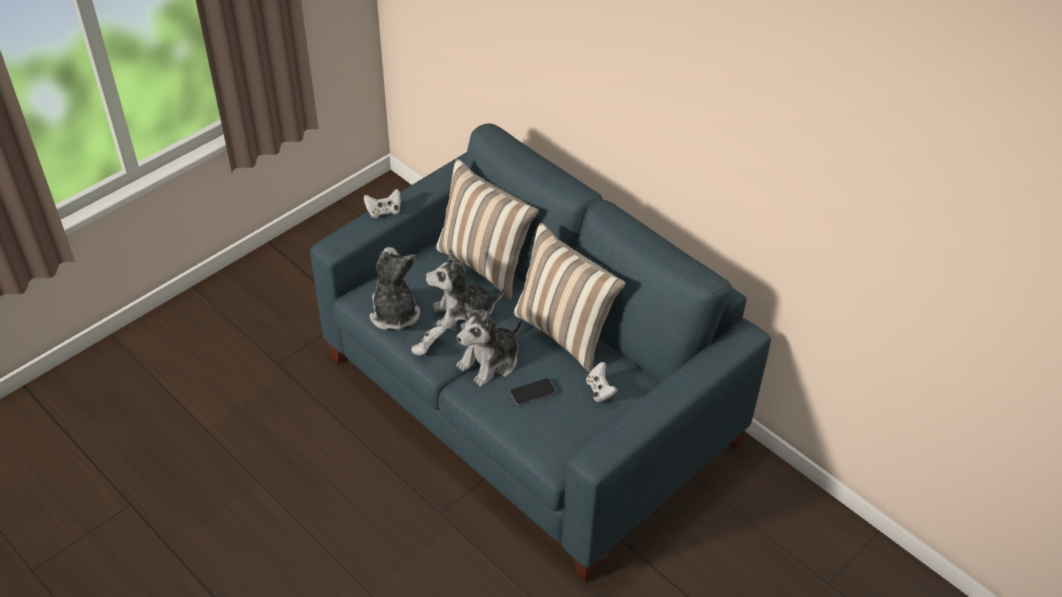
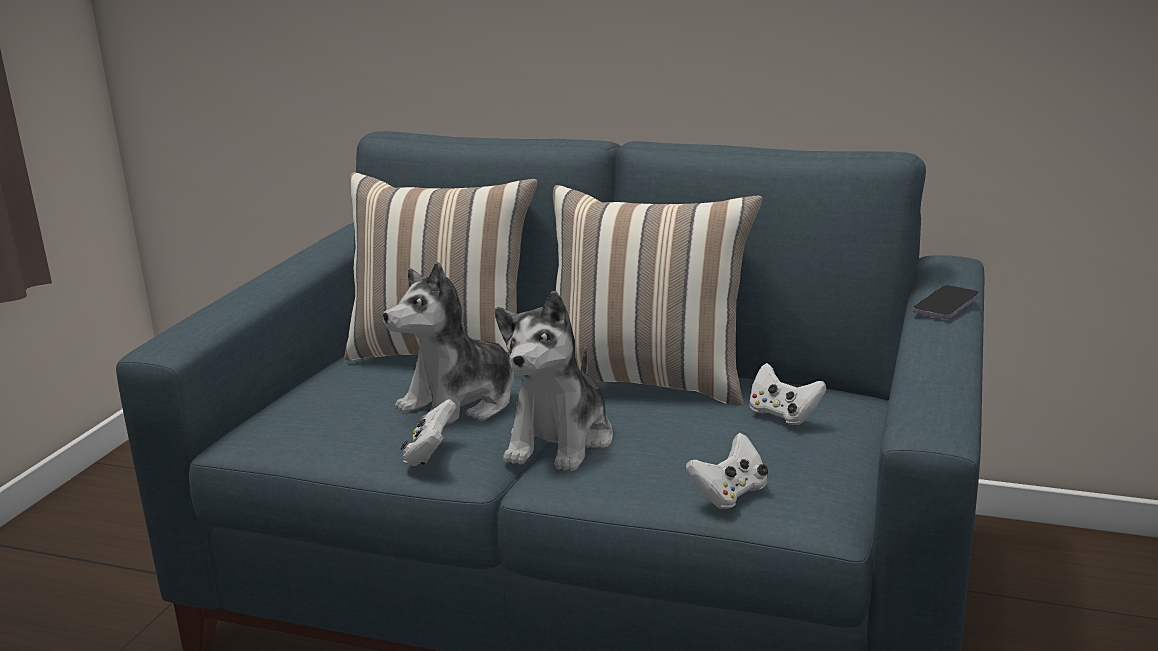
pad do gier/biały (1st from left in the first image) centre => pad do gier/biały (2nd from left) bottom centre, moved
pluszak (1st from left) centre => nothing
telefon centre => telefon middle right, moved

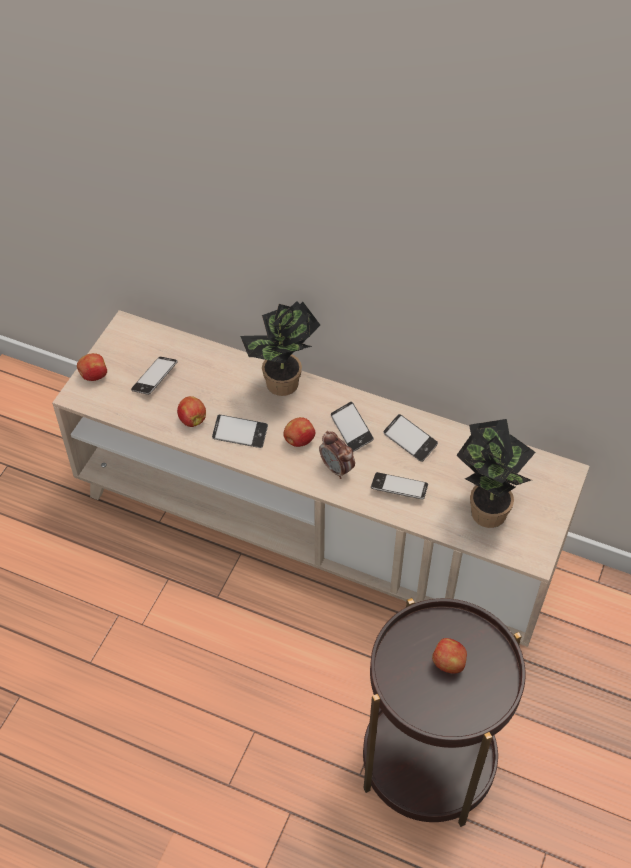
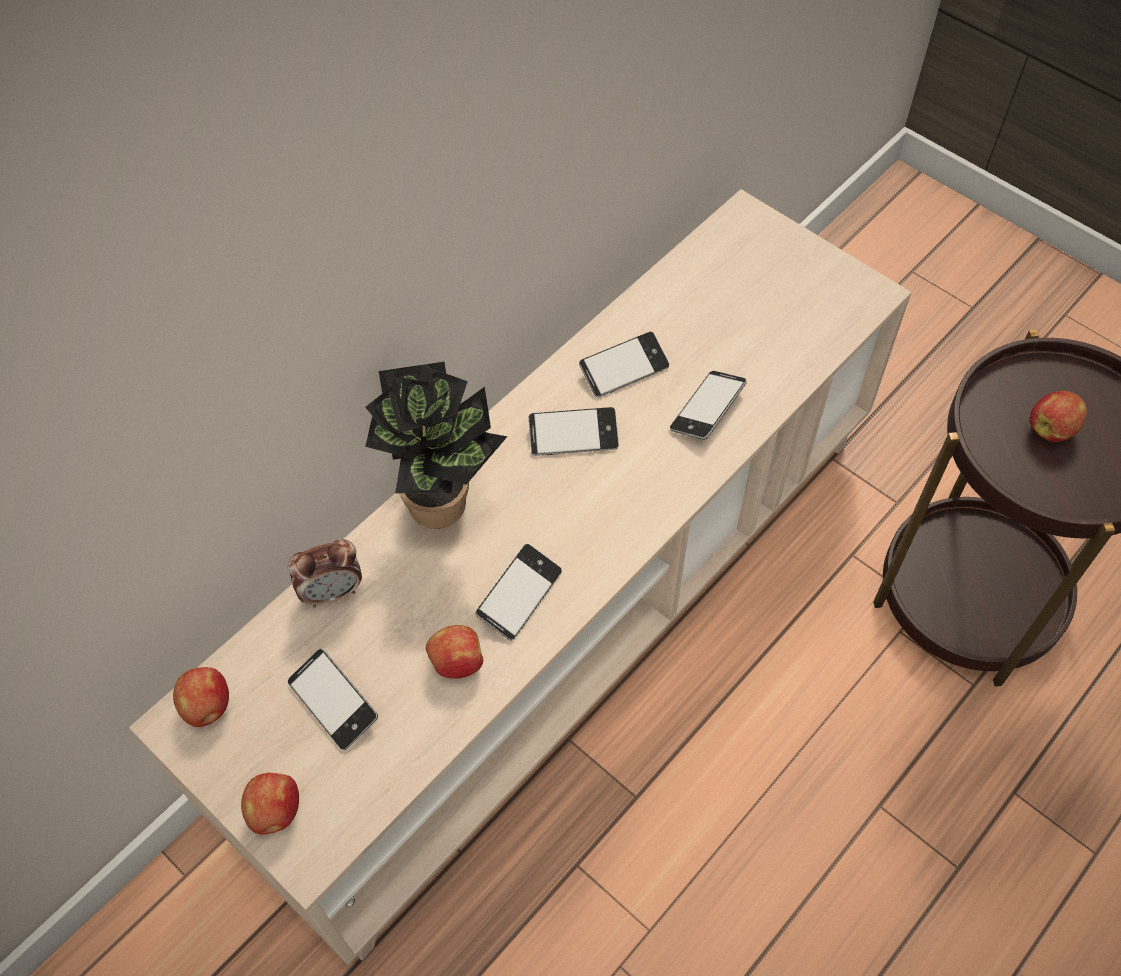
jabłko (3rd from left in the first image) centre => jabłko (1st from left) bottom left, moved
roślina doniczkowa (2nd from left) middle right => nothing
budzik centre => budzik middle left, moved

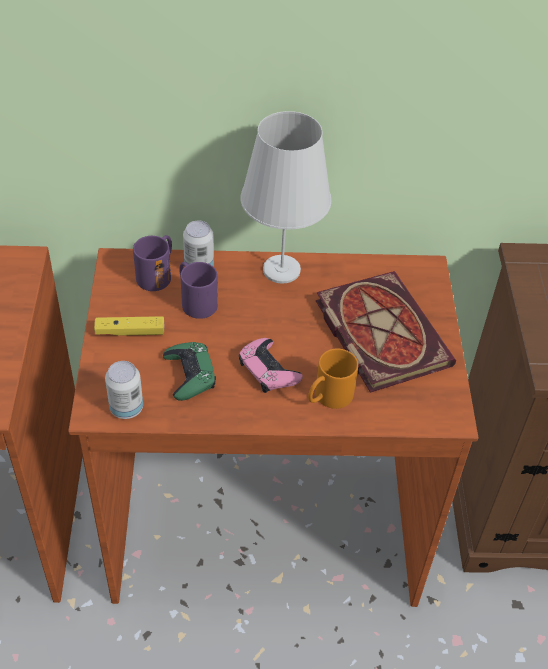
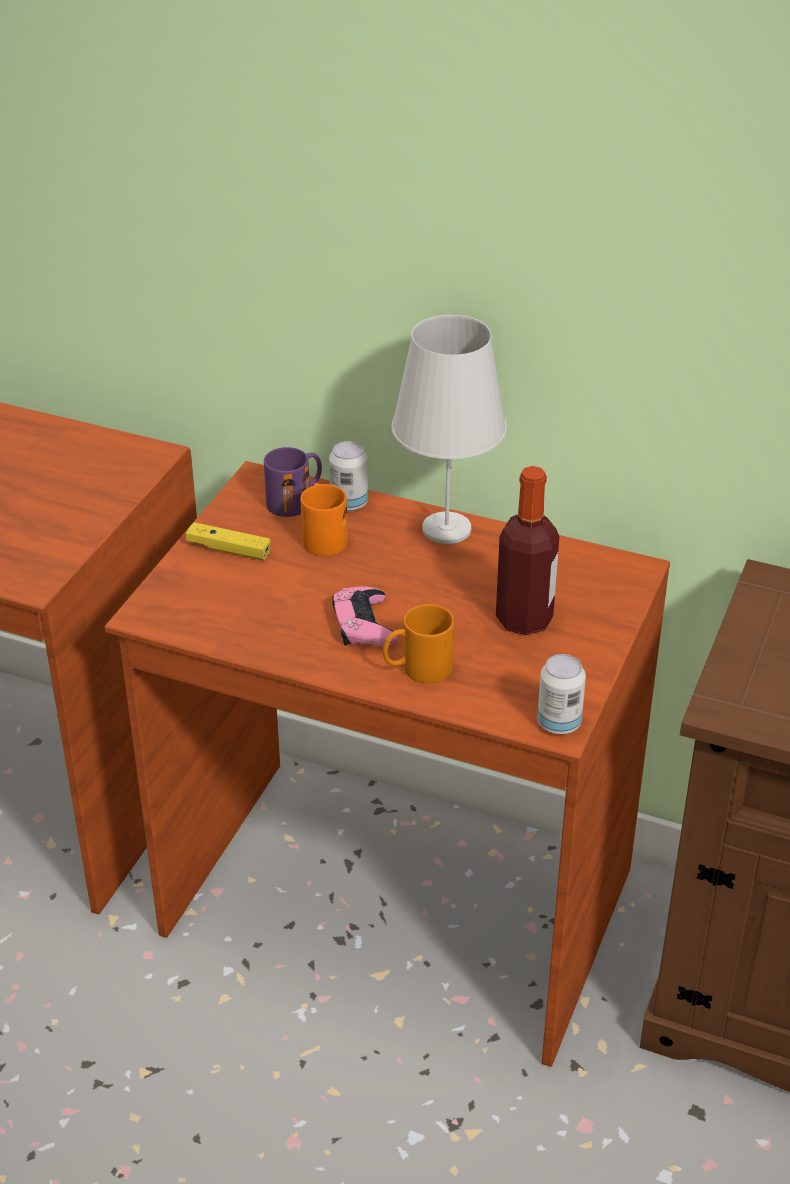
kubek/fioletowy (2nd from left) centre => kubek/pomarańczowy (1st from left) centre
książka middle right => butelka middle right
pad do gier/zielony centre => nothing
puszka (1st from left in the first image) middle left => puszka (2nd from left) middle right, moved

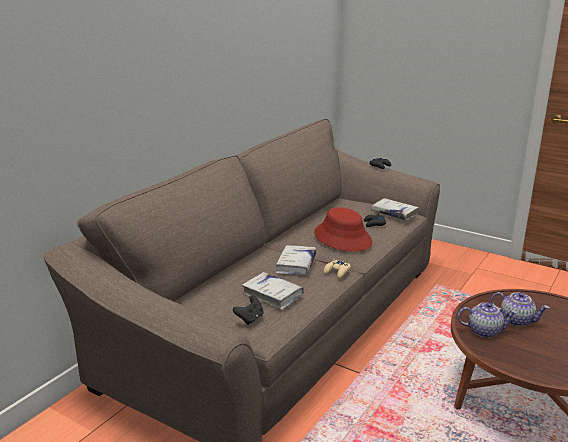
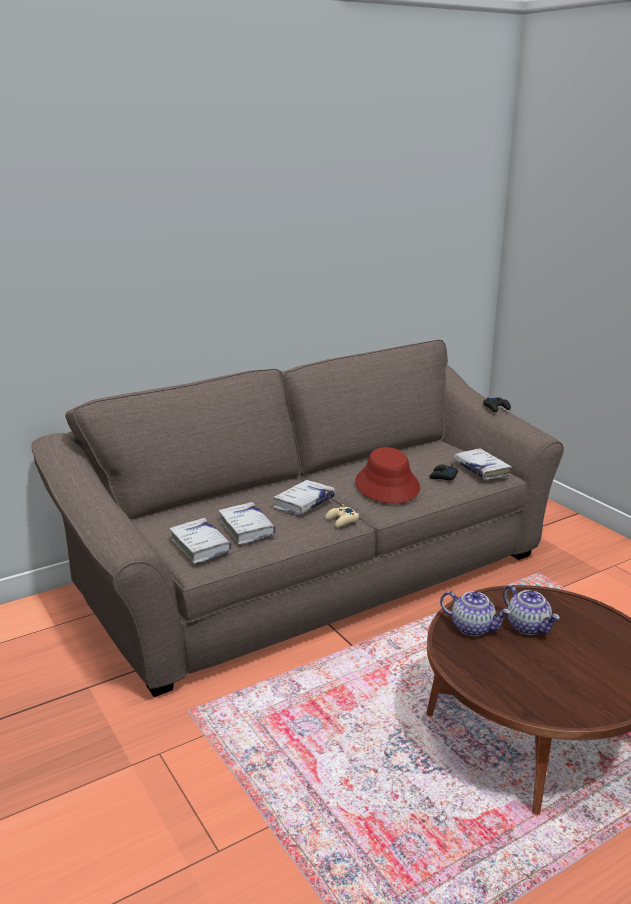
pad do gier/czarny (1st from left) bottom centre => książka/biały (1st from left) middle left

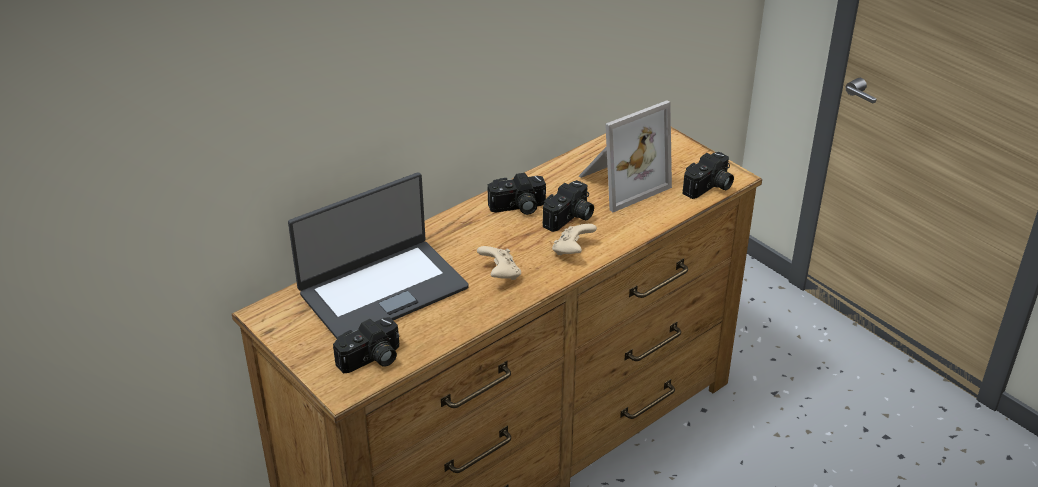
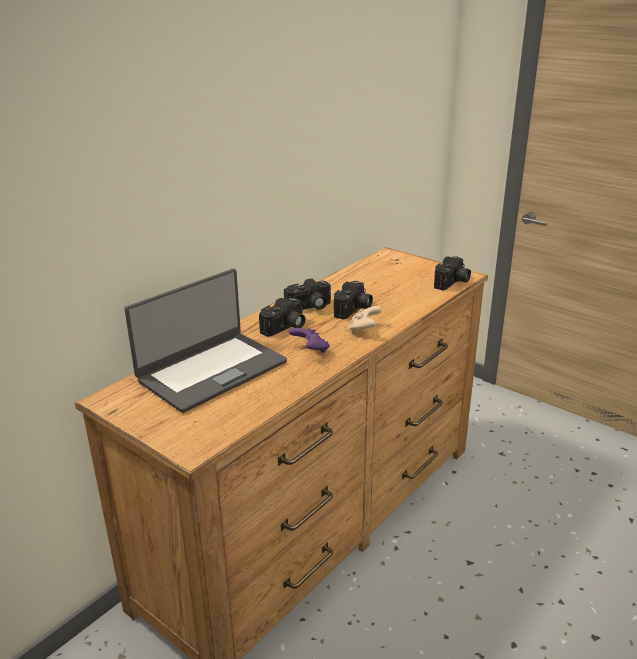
ramka na zdjęcie top centre => nothing
pad do gier/beżowy (1st from left) centre => pad do gier/fioletowy centre
aparat fotograficzny (1st from left) bottom centre => aparat fotograficzny (1st from left) centre, moved

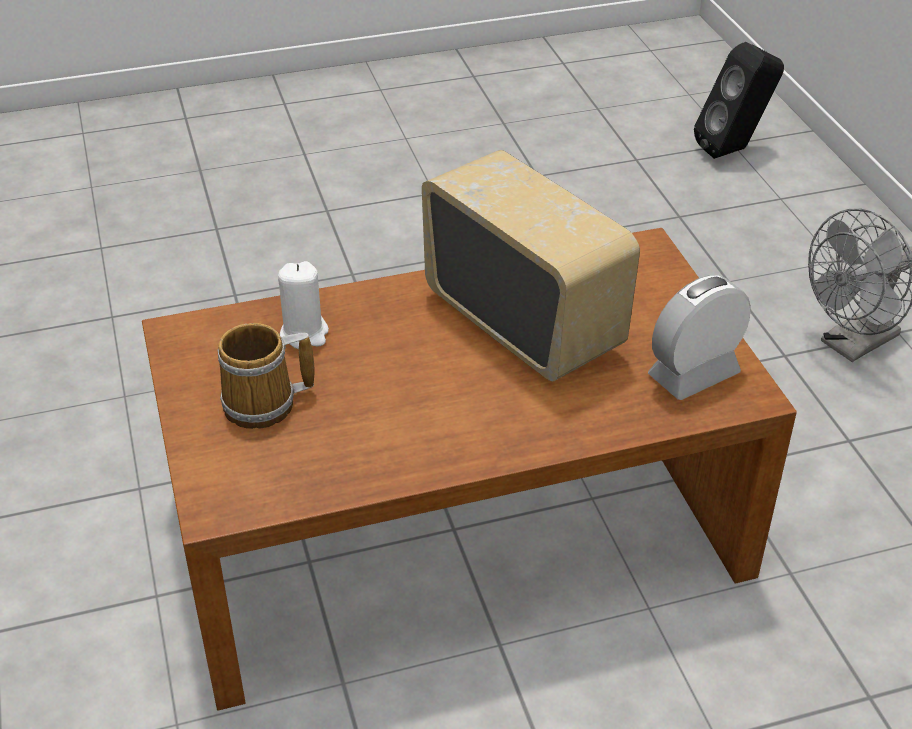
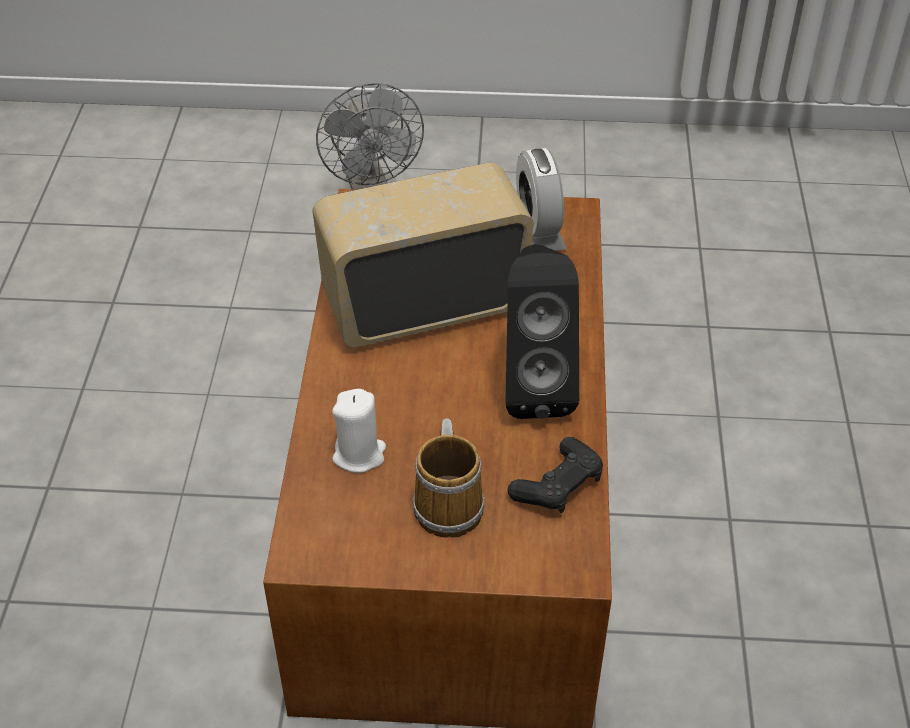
głośnik/czarny top right => głośnik/czarny centre, moved
nothing => pad do gier/czarny centre

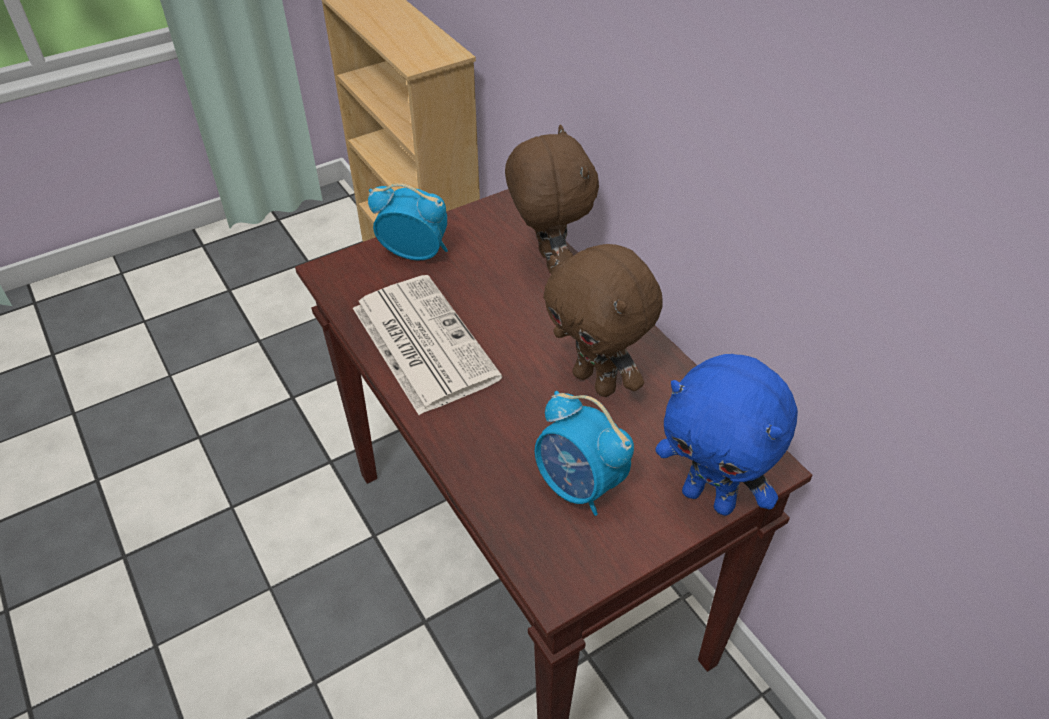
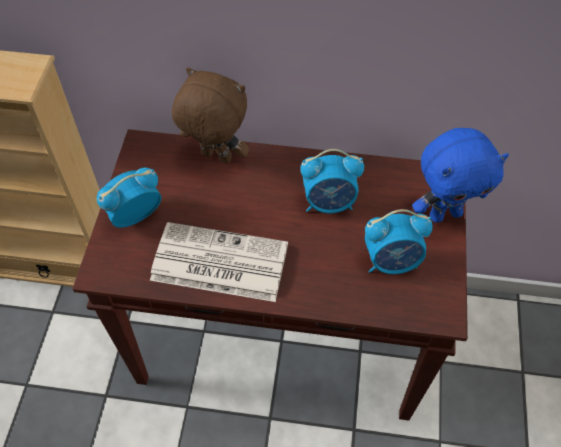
pluszak/brązowy (2nd from left) centre => budzik (2nd from left) centre

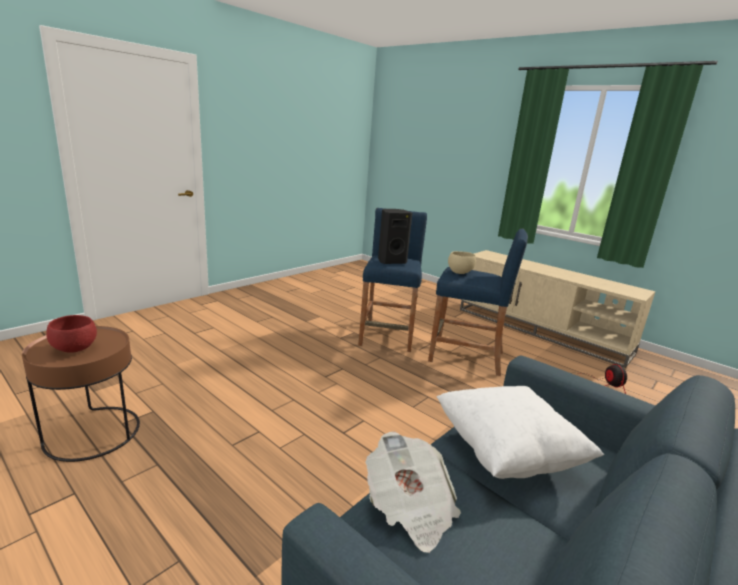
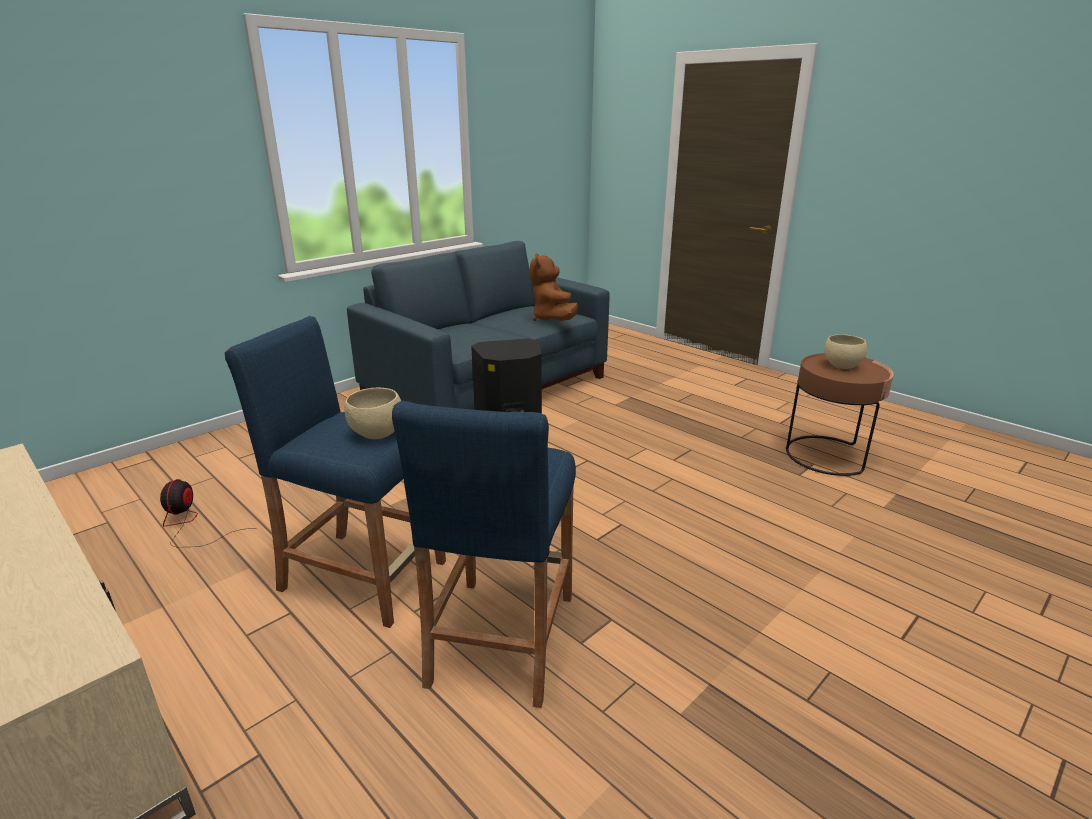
miska/czerwony middle left => miska/beżowy (2nd from left) middle right
poduszka/biały bottom right => nothing
gazeta bottom centre => pluszak/brązowy centre

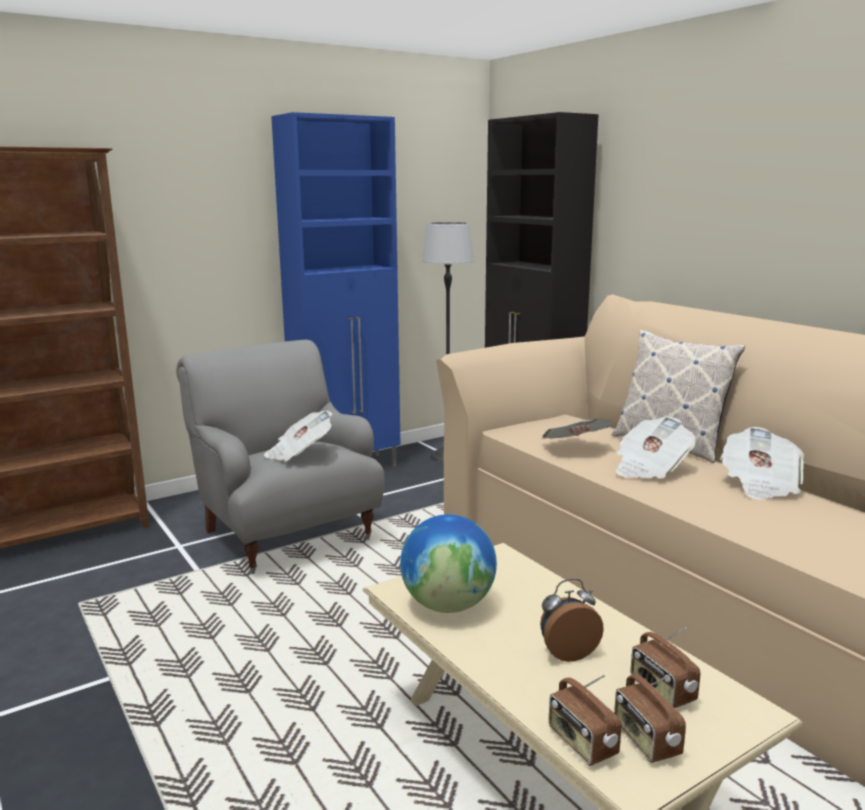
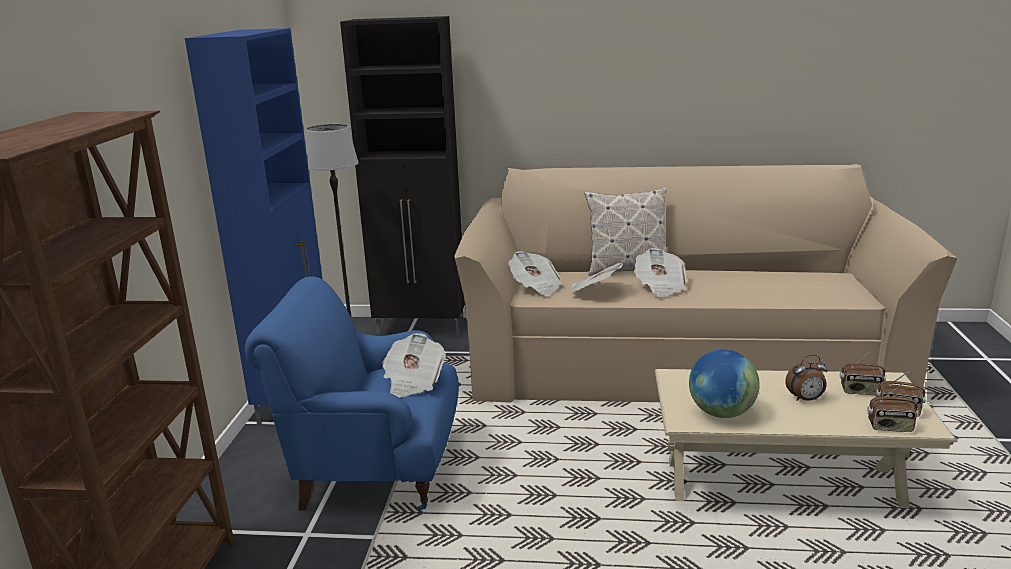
fotel/szary middle left => fotel/niebieski bottom centre
gazeta (4th from left in the first image) middle right => gazeta (2nd from left) centre, moved
budzik bottom centre => budzik middle right, 120 degrees counterclockwise

